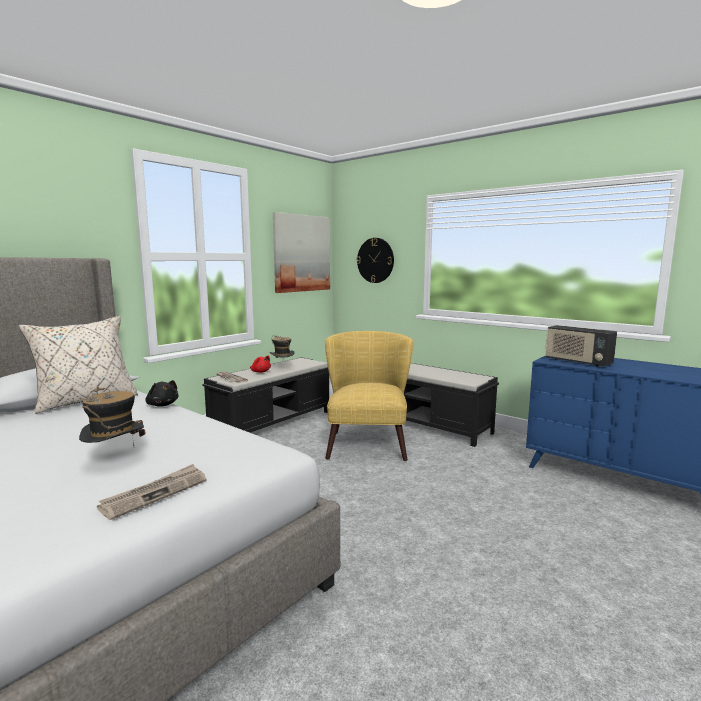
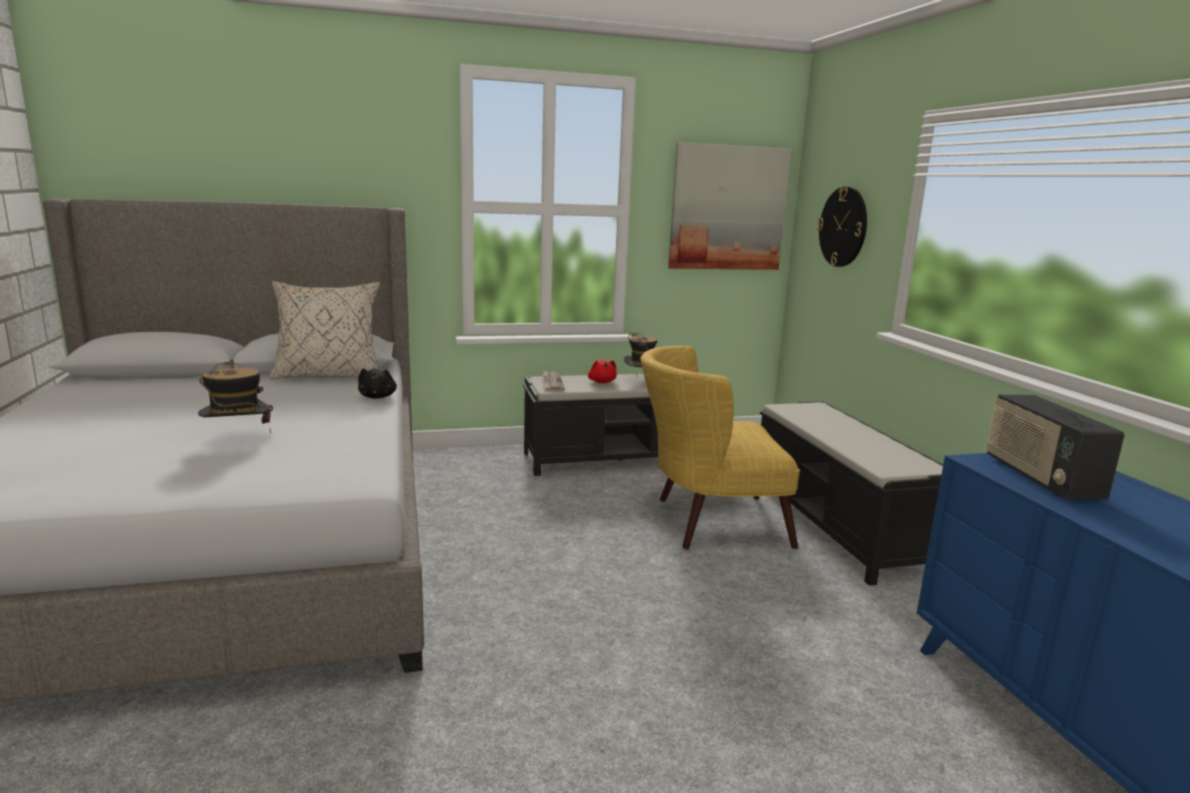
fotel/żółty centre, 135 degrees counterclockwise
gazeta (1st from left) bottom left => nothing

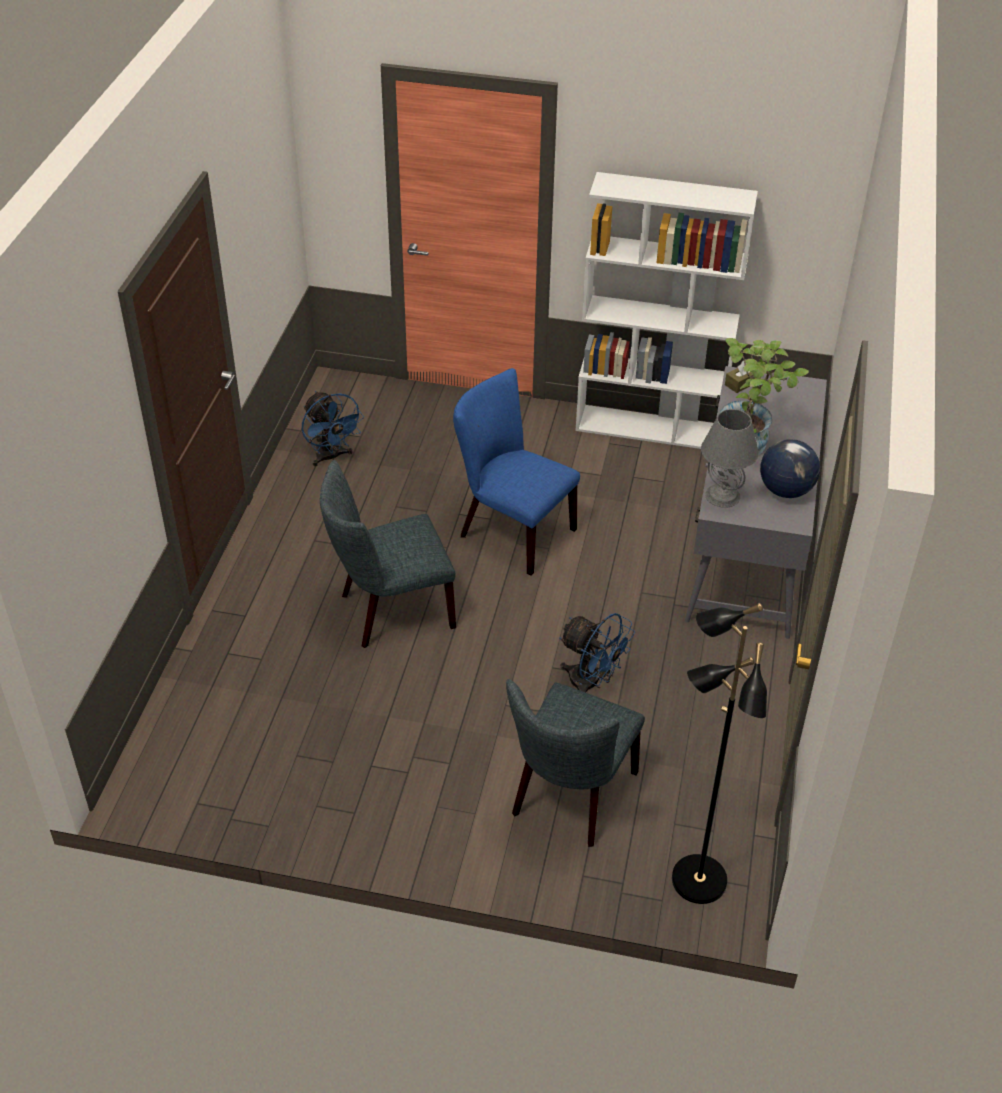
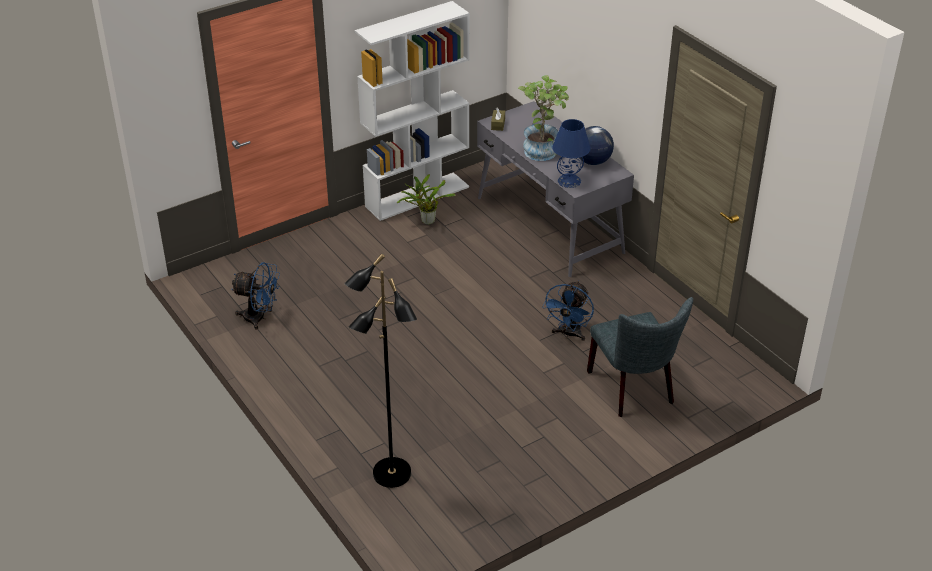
krzesło/niebieski centre => nothing
lampa stołowa/szary middle right => lampa stołowa/niebieski top centre
krzesło/szary (1st from left) centre => nothing
lampa stojąca/czarny bottom right => lampa stojąca/czarny centre, moved
wentylator/niebieski (2nd from left) centre, 120 degrees clockwise
nothing => roślina doniczkowa (1st from left) centre

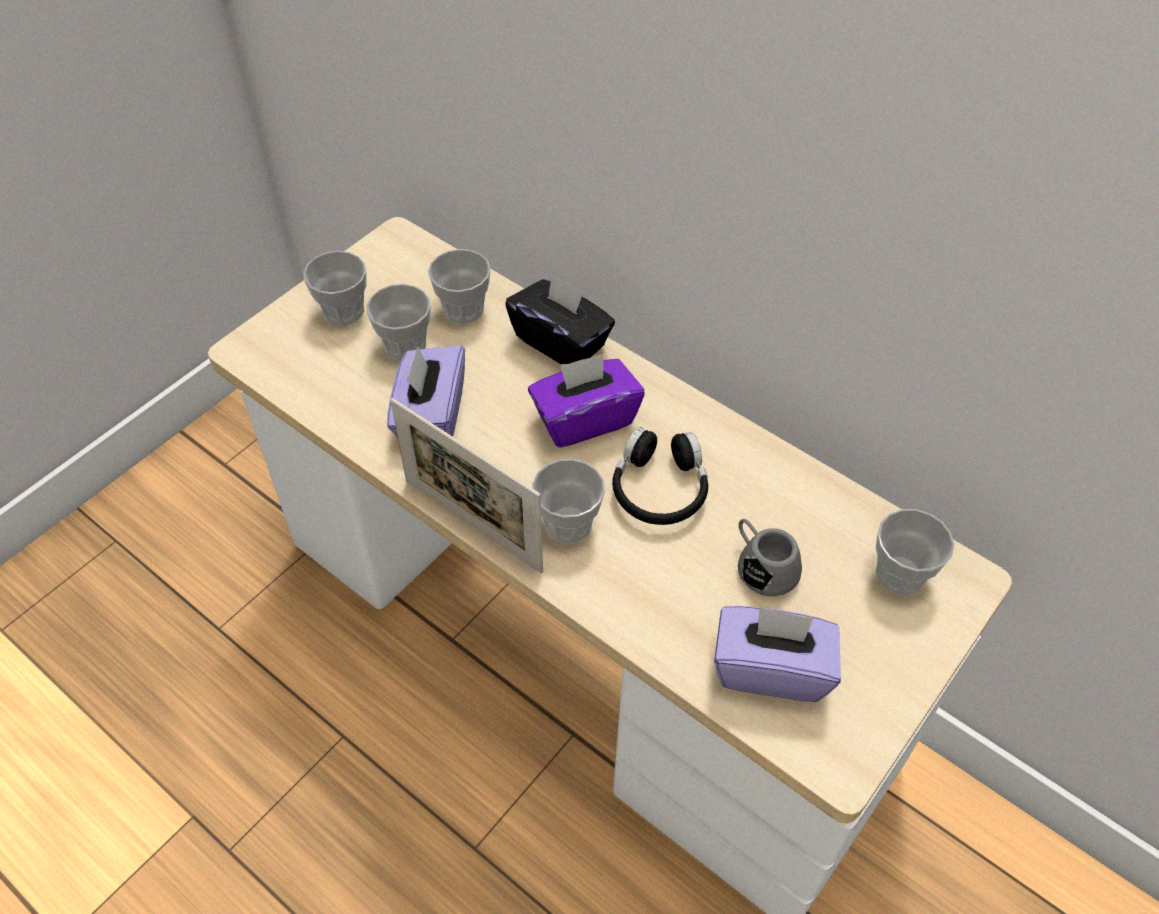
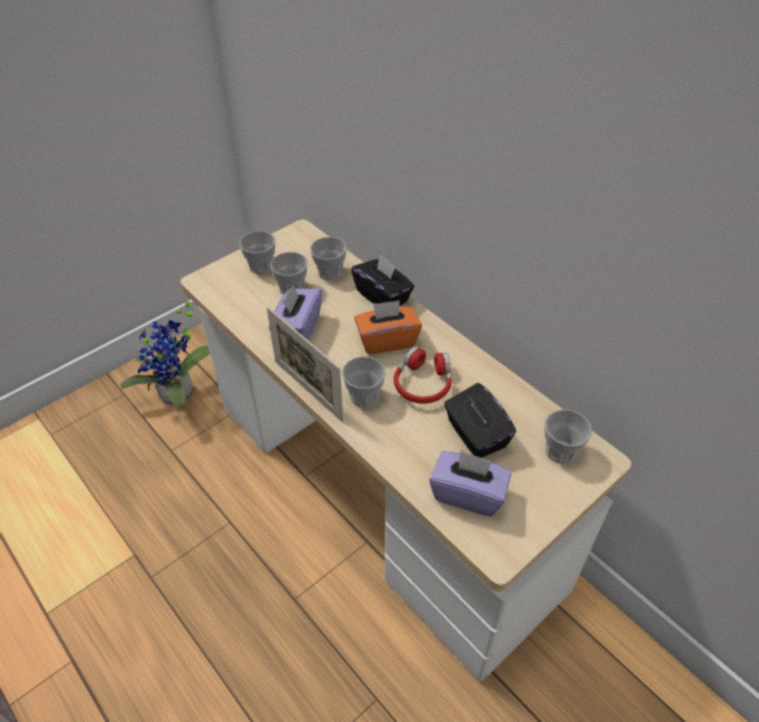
pudełko chusteczek/fioletowy (2nd from left) centre => pudełko chusteczek/pomarańczowy centre
słuchawki/czarny centre => słuchawki/czerwony centre
kubek/szary centre => pudełko chusteczek/czarny (2nd from left) centre
nothing => roślina doniczkowa middle left

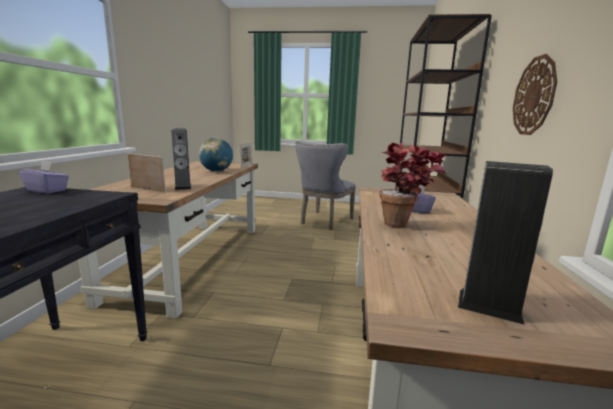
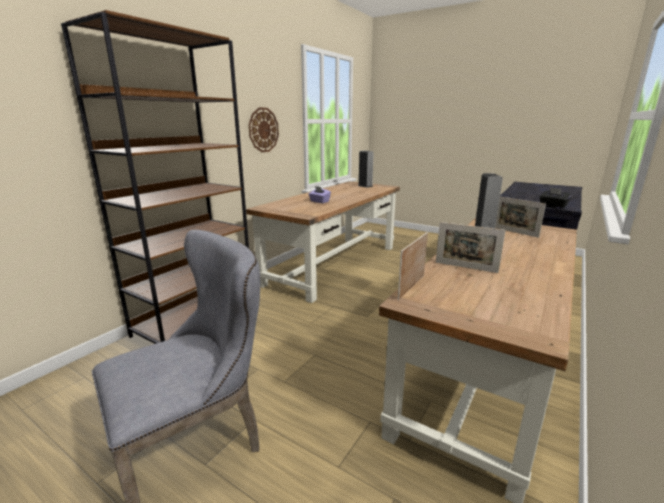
globus centre => ramka na zdjęcie (2nd from left) middle right
roślina doniczkowa middle right => nothing
pudełko chusteczek/fioletowy (1st from left) middle left => pudełko chusteczek/czarny middle right

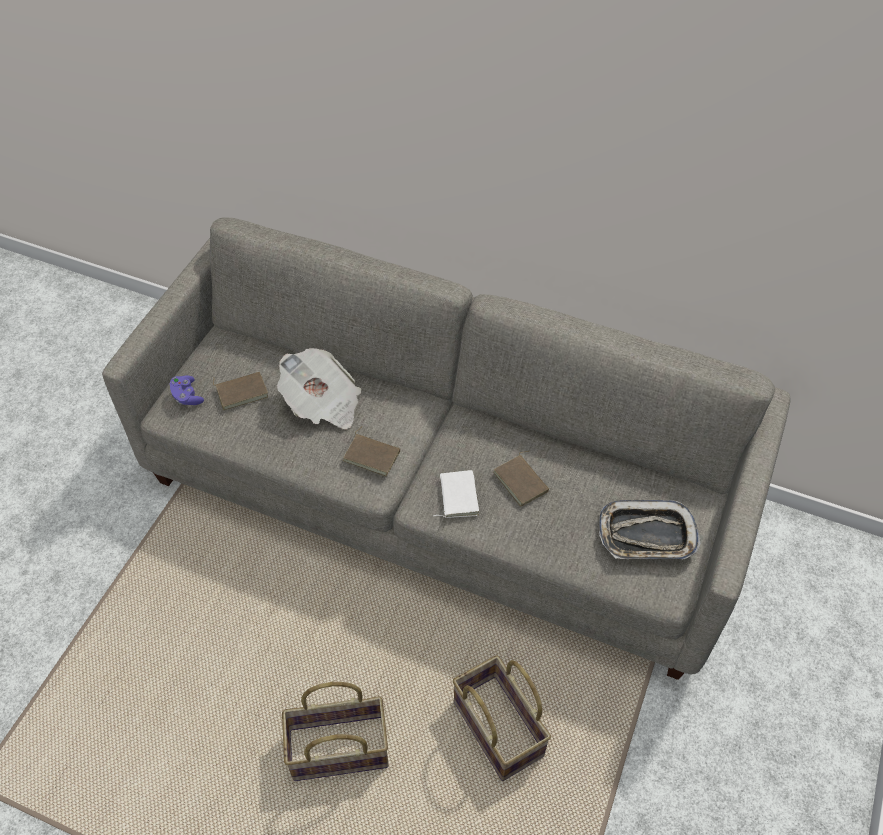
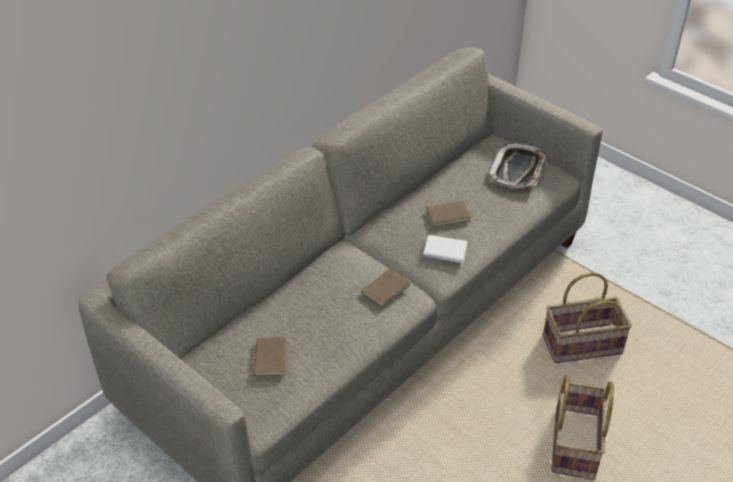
gazeta centre => nothing
pad do gier/fioletowy middle left => nothing

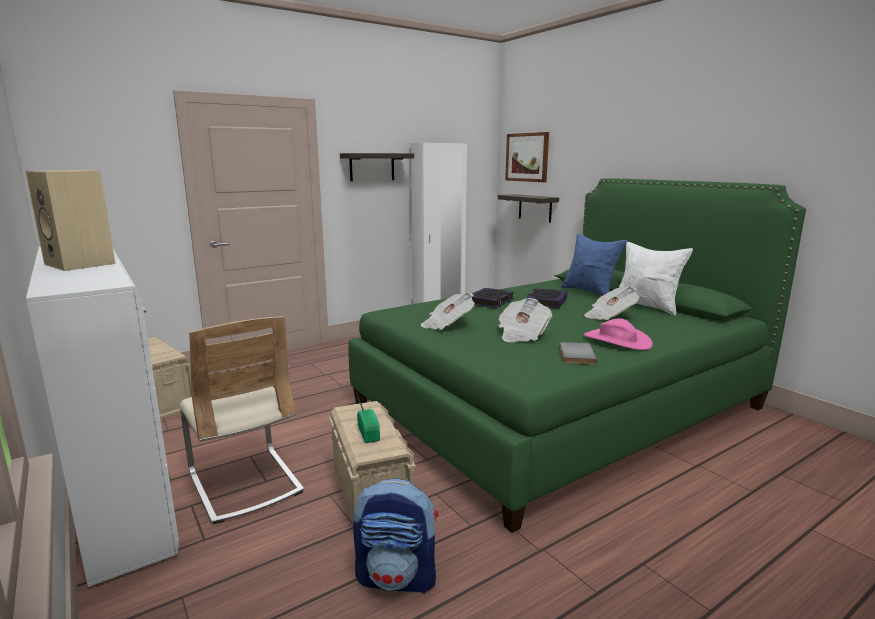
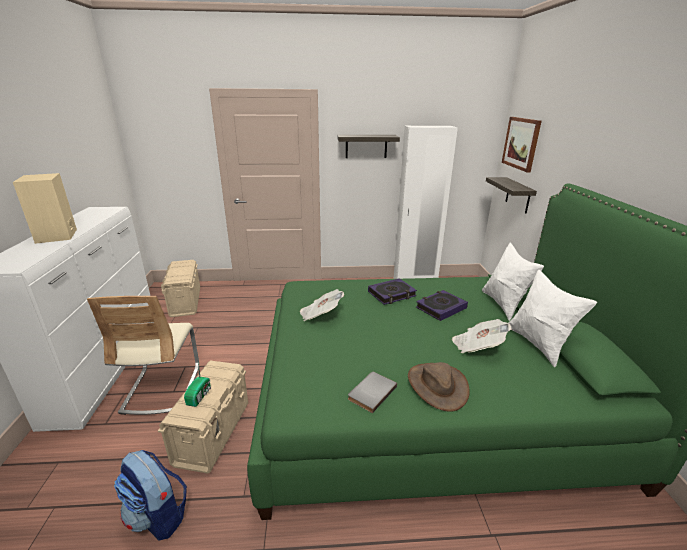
poduszka/niebieski middle right => poduszka/biały (1st from left) middle right
gazeta (2nd from left) centre => nothing
kapelusz/różowy middle right => kapelusz/brązowy bottom centre

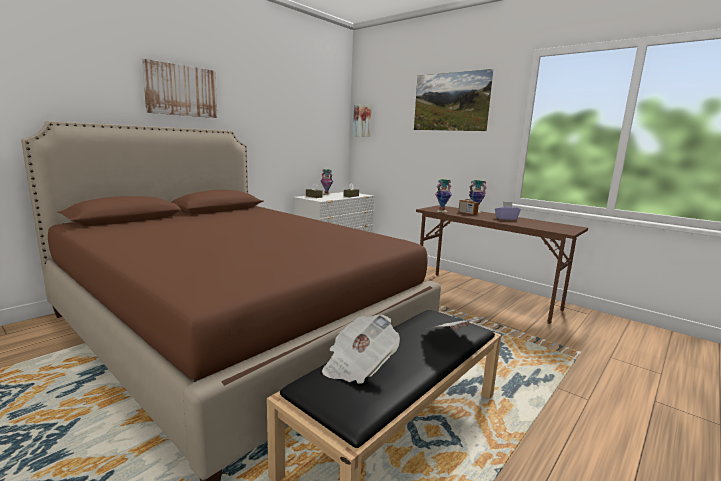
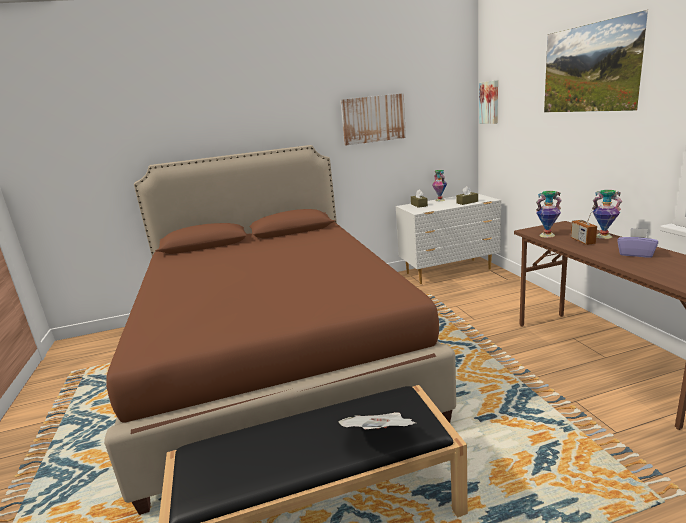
obraz (1st from left) top left => obraz (1st from left) top centre, moved
gazeta (1st from left) bottom centre => nothing

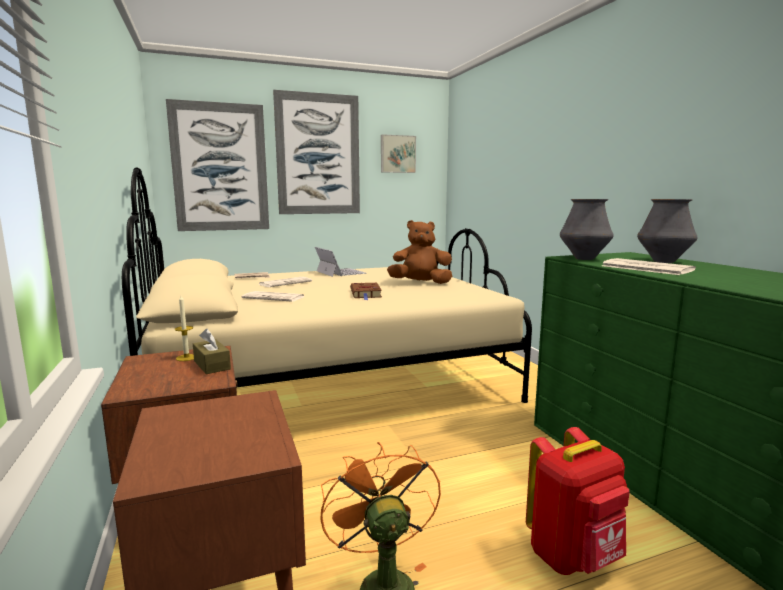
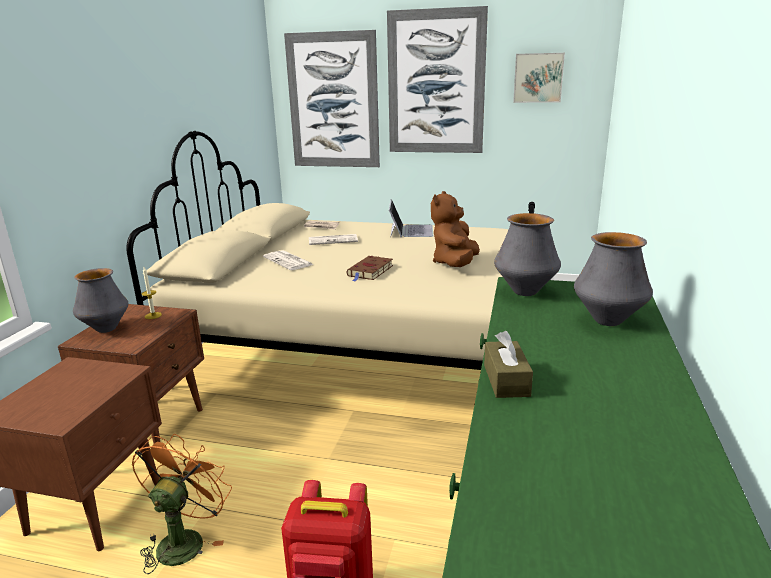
pluszak/brązowy centre, 105 degrees counterclockwise
gazeta (4th from left) middle right => nothing
pudełko chusteczek/brązowy middle left => pudełko chusteczek/brązowy centre, moved
nothing => wazon (1st from left) middle left

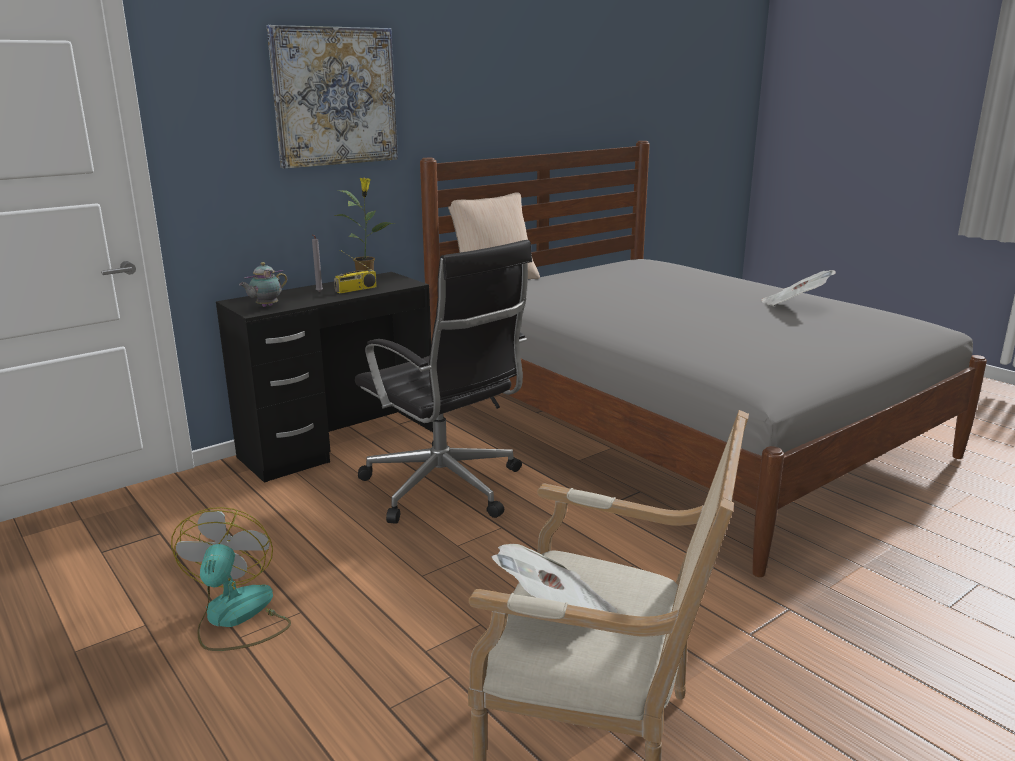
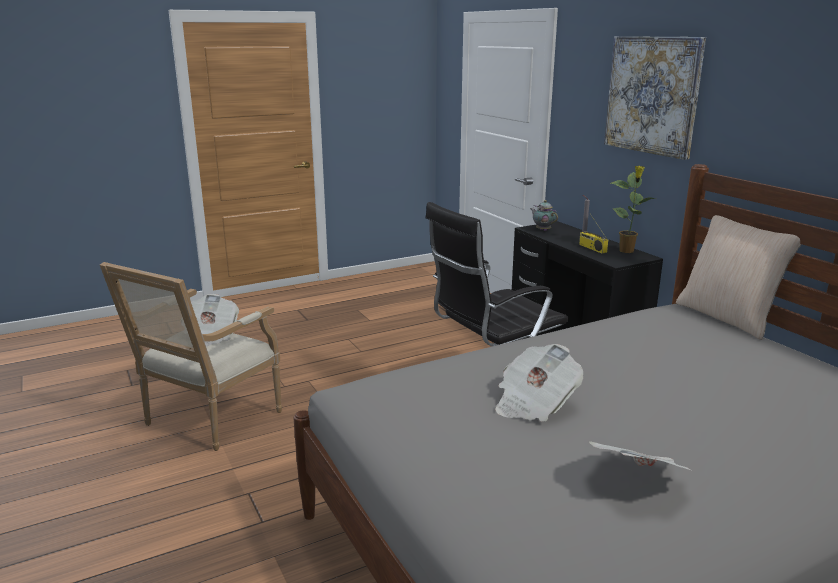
wentylator bottom left => nothing
nothing => gazeta (2nd from left) centre

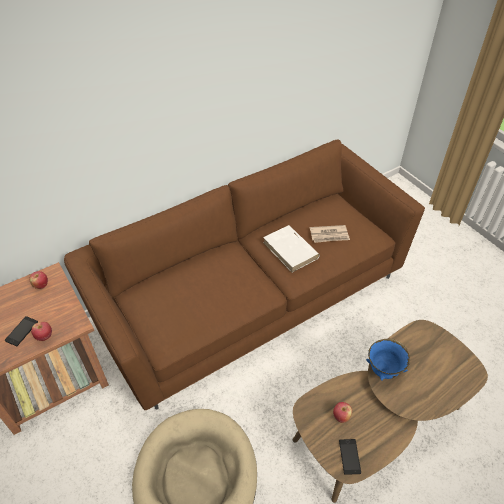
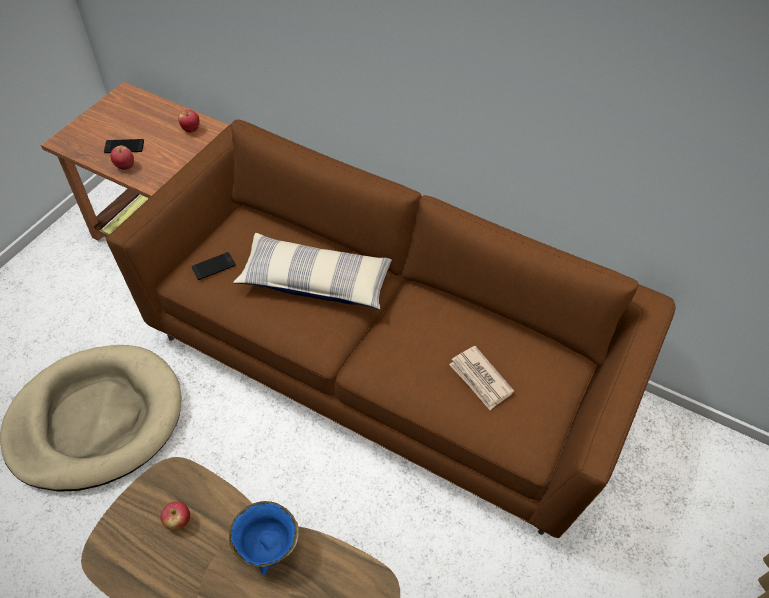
książka/biały centre => nothing
telefon (2nd from left) bottom right => telefon (2nd from left) middle left, moved
nothing => poduszka centre

